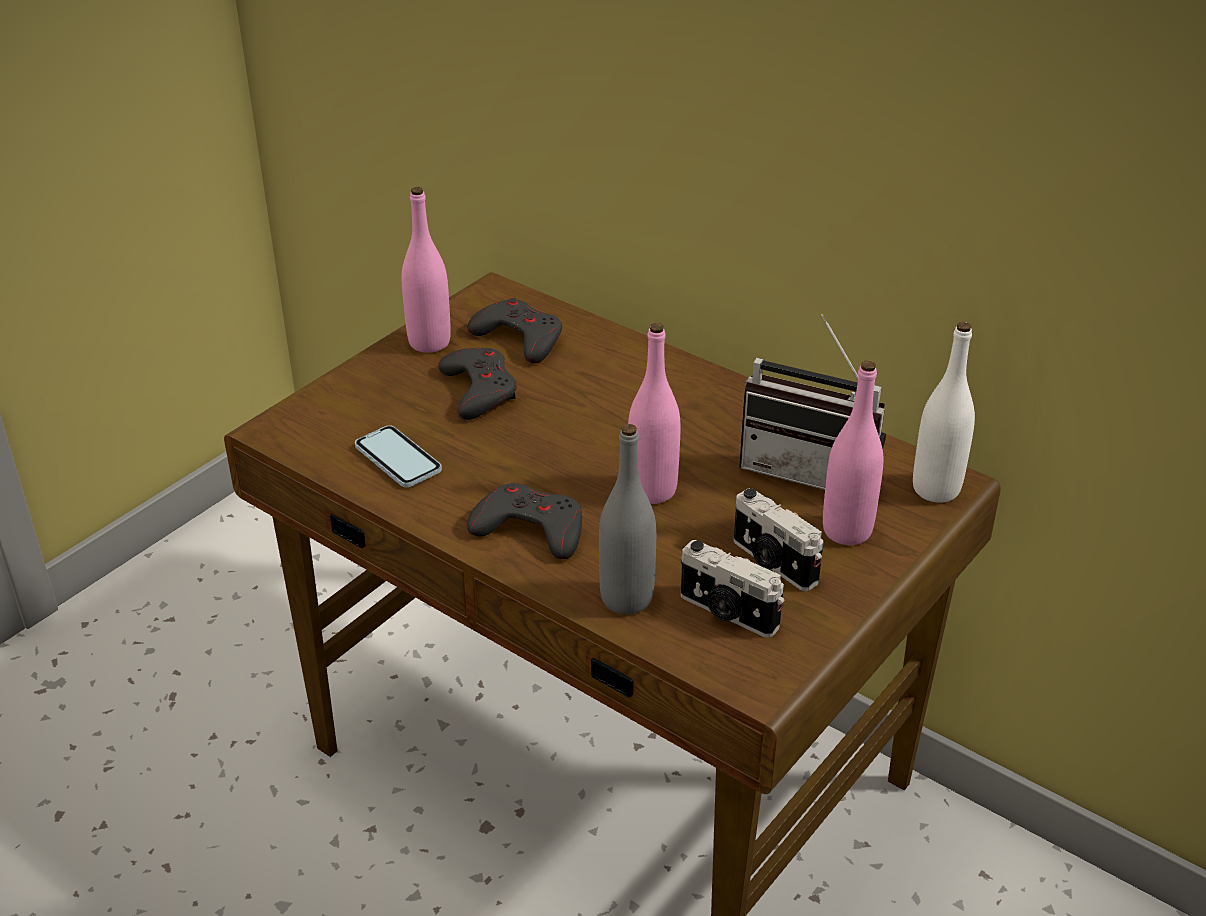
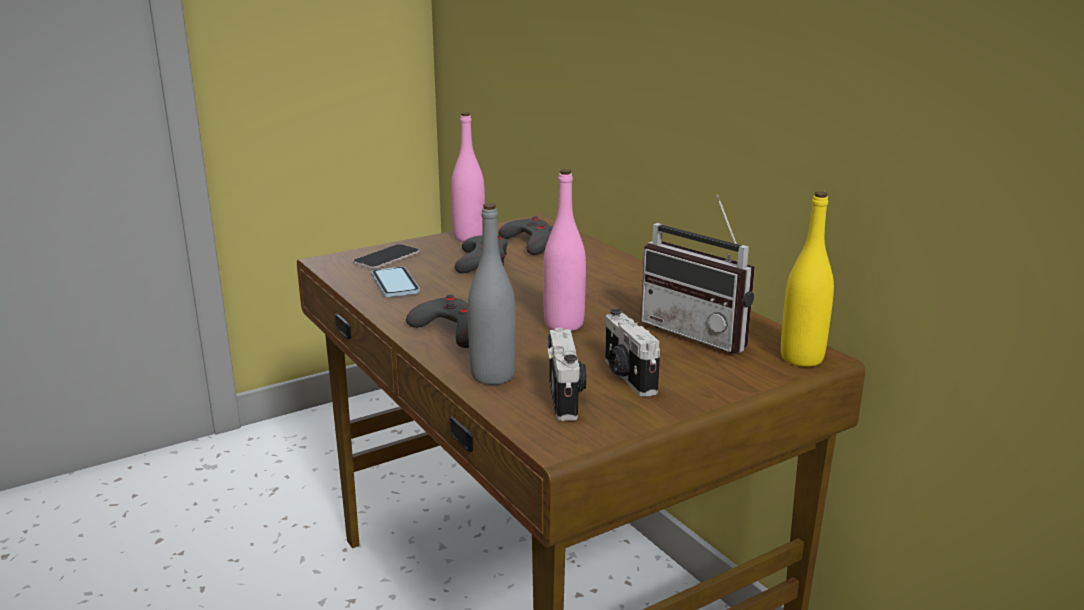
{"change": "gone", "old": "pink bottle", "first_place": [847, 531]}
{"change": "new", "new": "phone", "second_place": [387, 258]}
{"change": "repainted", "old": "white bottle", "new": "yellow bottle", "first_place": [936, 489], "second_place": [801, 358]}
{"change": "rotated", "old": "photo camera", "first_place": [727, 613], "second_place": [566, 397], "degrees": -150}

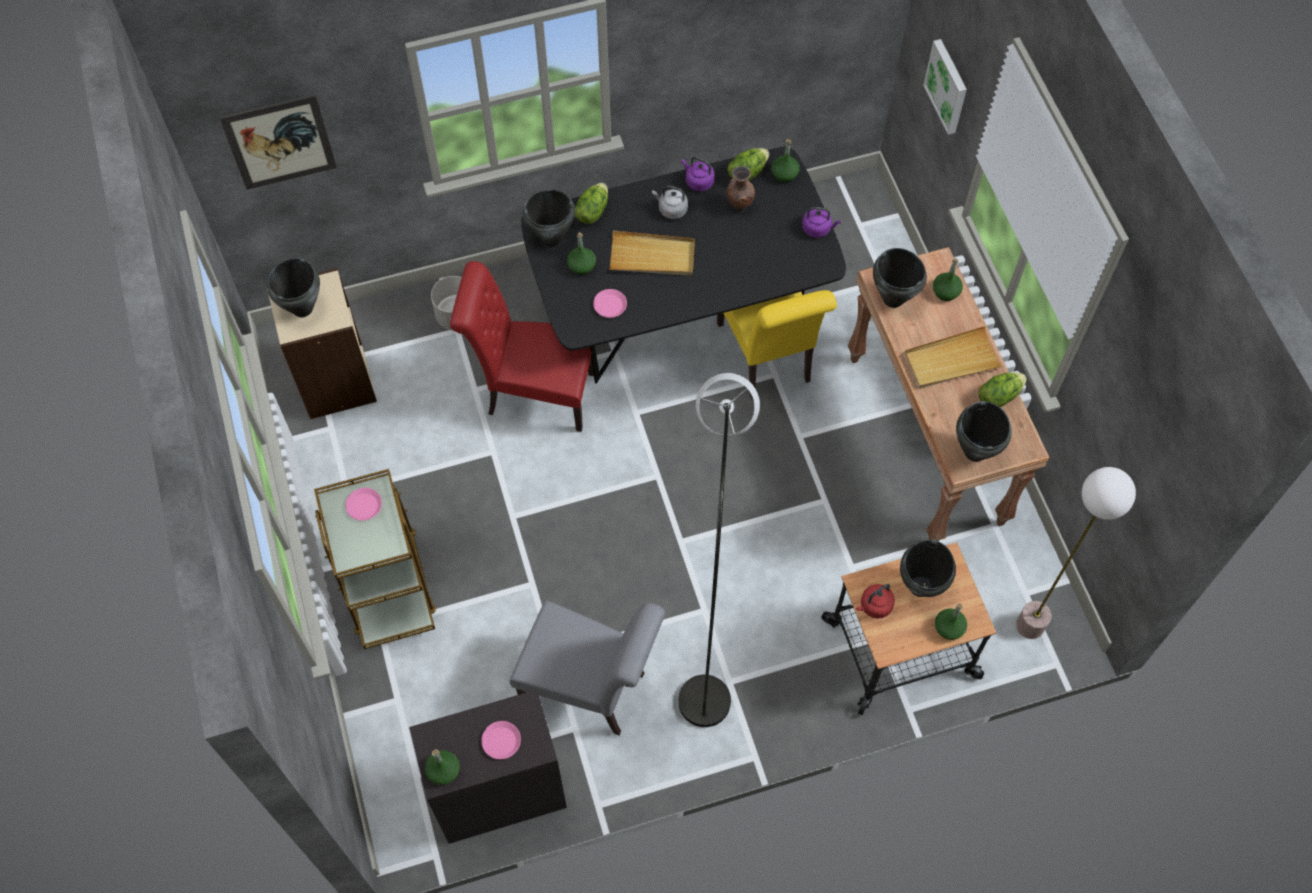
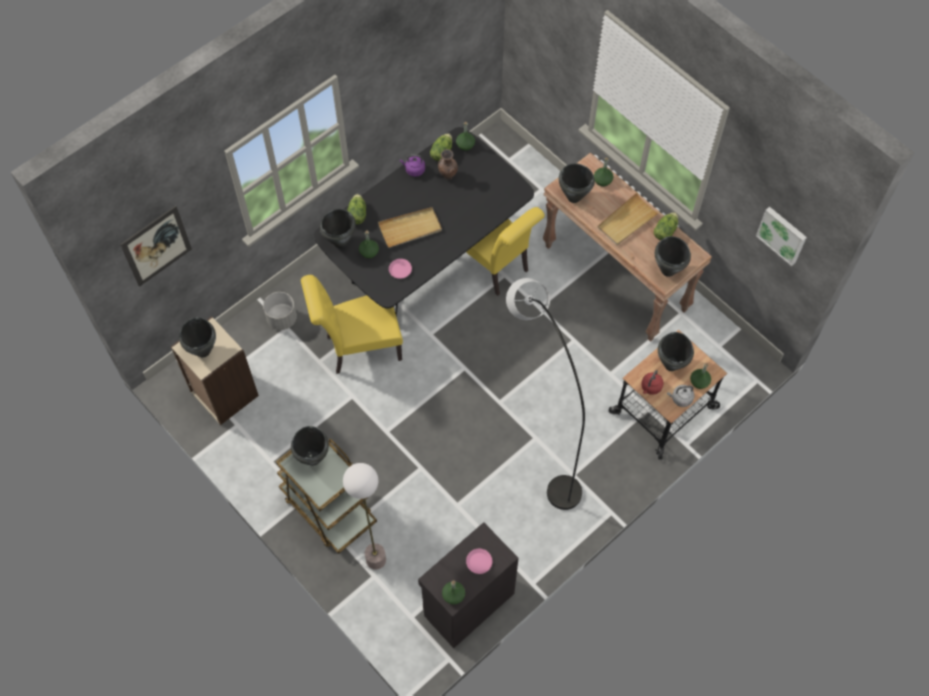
{"change": "gone", "old": "grey chair", "first_place": [591, 689]}
{"change": "gone", "old": "purple kettle", "first_place": [818, 228]}
{"change": "shifted", "old": "grey kettle", "first_place": [671, 209], "second_place": [680, 399]}
{"change": "shifted", "old": "picture", "first_place": [948, 86], "second_place": [782, 234]}
{"change": "shifted", "old": "floor lamp", "first_place": [1030, 625], "second_place": [376, 559]}
{"change": "swapped", "old": "pink plate", "new": "black cooking pot", "first_place": [364, 506], "second_place": [312, 458]}
{"change": "repainted", "old": "red chair", "new": "yellow chair", "first_place": [533, 393], "second_place": [358, 348]}

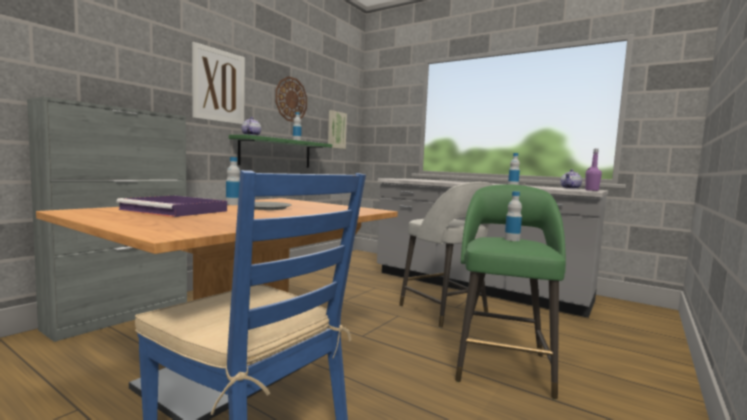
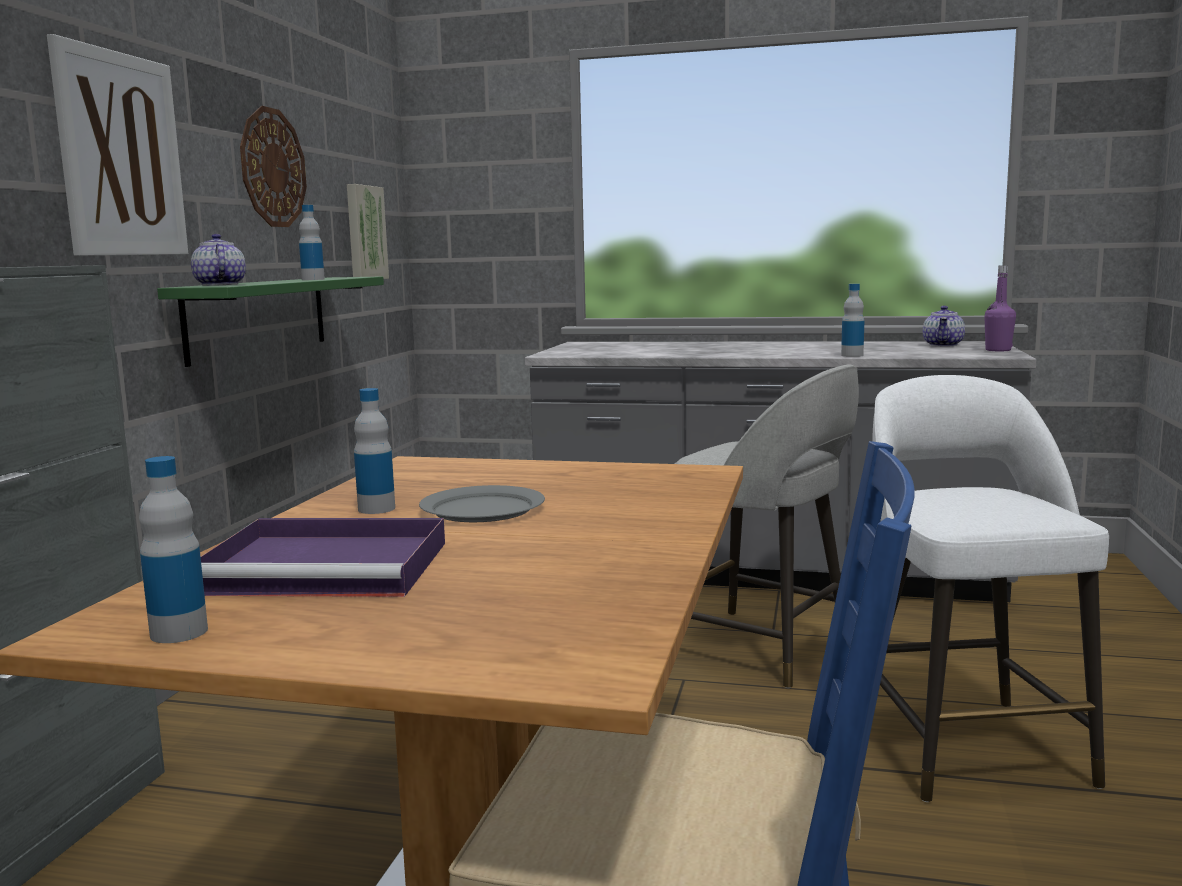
{"change": "shifted", "old": "bottle", "first_place": [512, 239], "second_place": [179, 632]}
{"change": "repainted", "old": "green stool", "new": "white stool", "first_place": [502, 365], "second_place": [966, 744]}

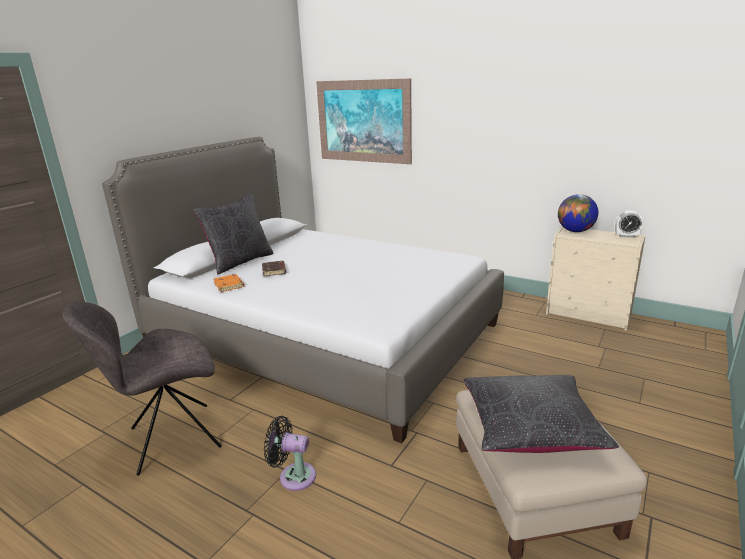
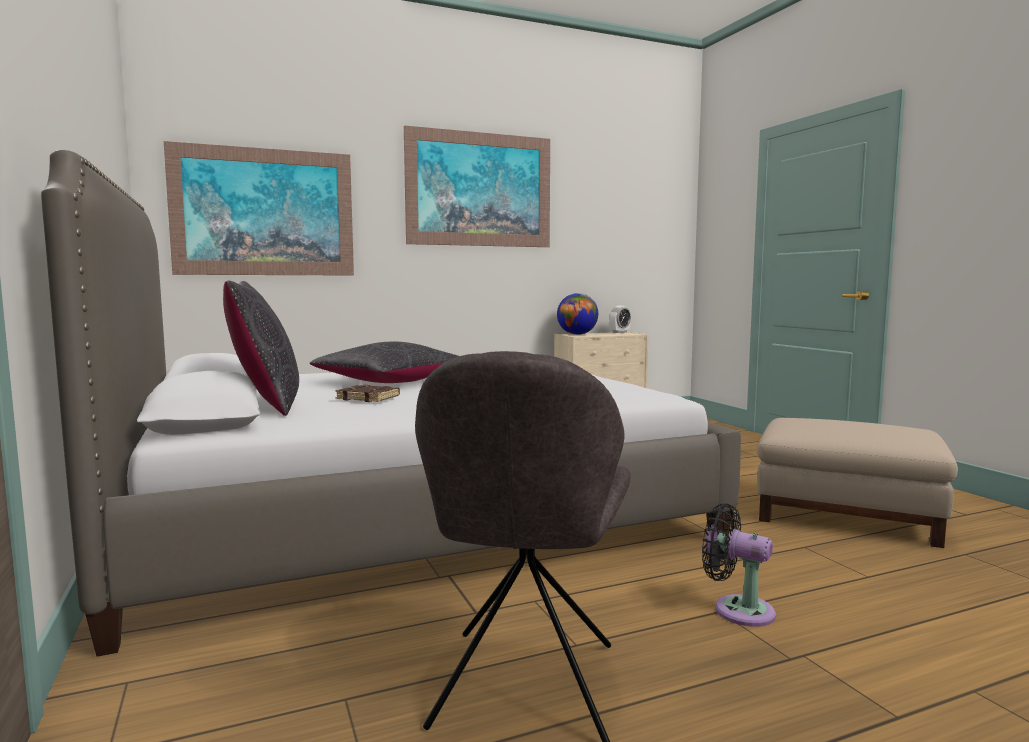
{"change": "gone", "old": "orange book", "first_place": [229, 285]}
{"change": "new", "new": "picture", "second_place": [479, 189]}
{"change": "shifted", "old": "black pillow", "first_place": [530, 427], "second_place": [390, 381]}
{"change": "rotated", "old": "black fan", "first_place": [293, 476], "second_place": [737, 609], "degrees": 75}

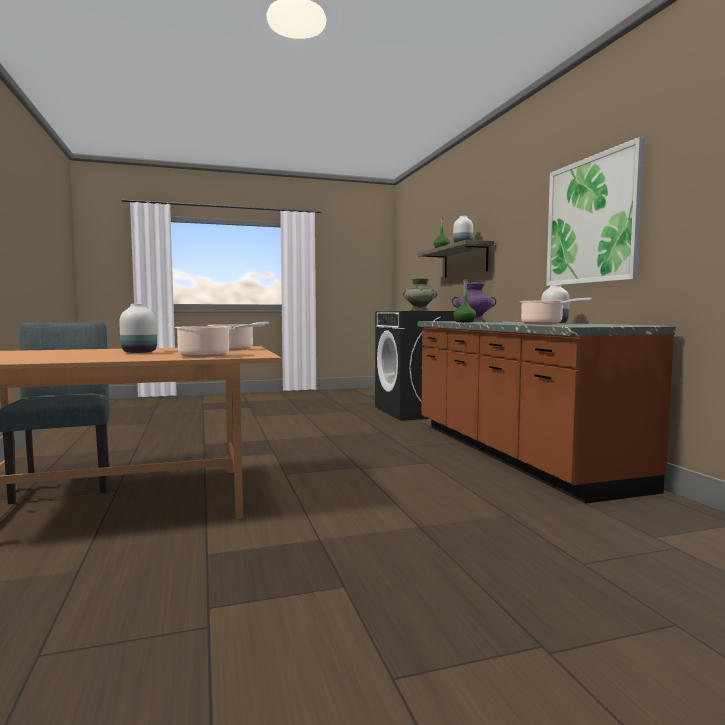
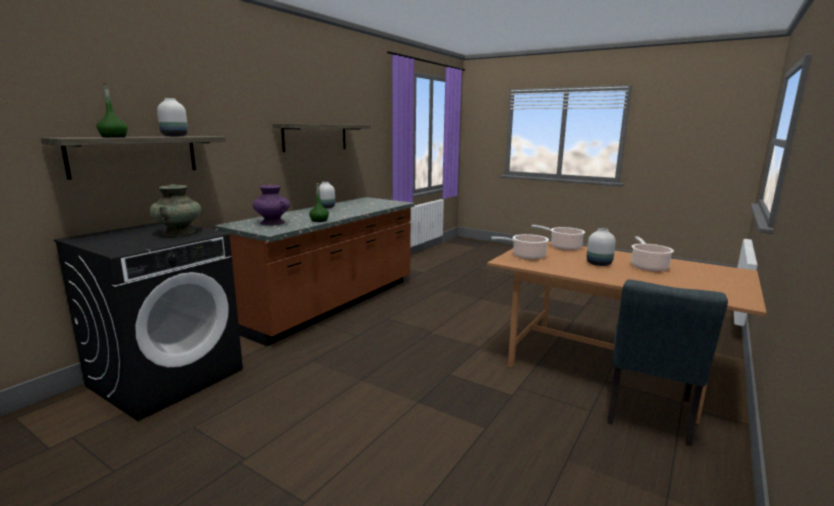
{"change": "shifted", "old": "cooking pot", "first_place": [544, 324], "second_place": [648, 267]}
{"change": "swapped", "old": "picture", "new": "shelf", "first_place": [592, 220], "second_place": [315, 137]}

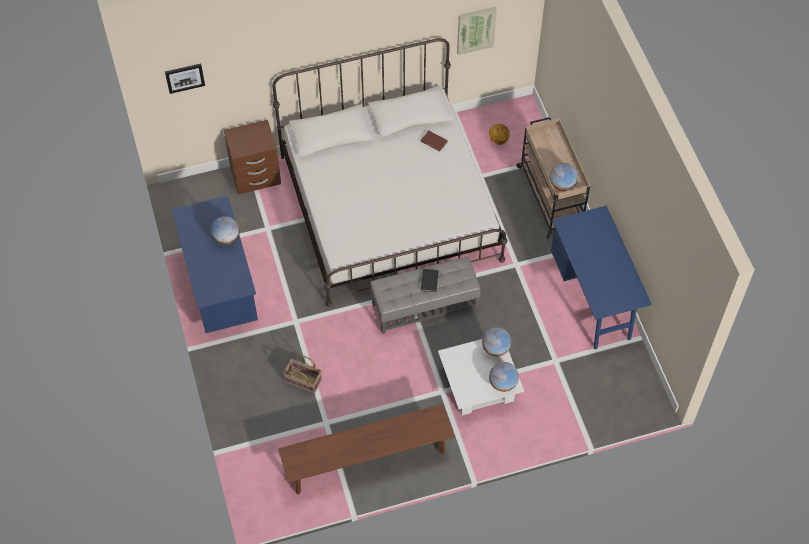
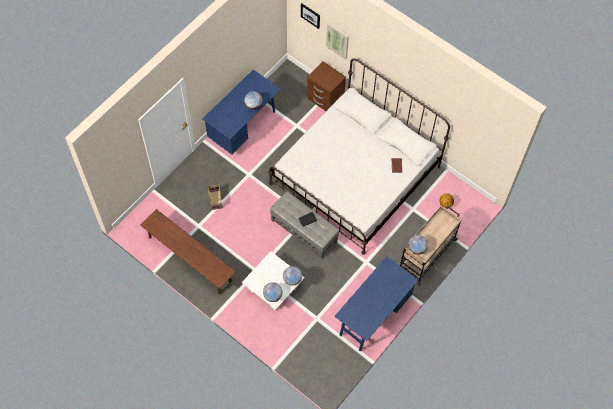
{"change": "shifted", "old": "picture", "first_place": [475, 30], "second_place": [337, 40]}

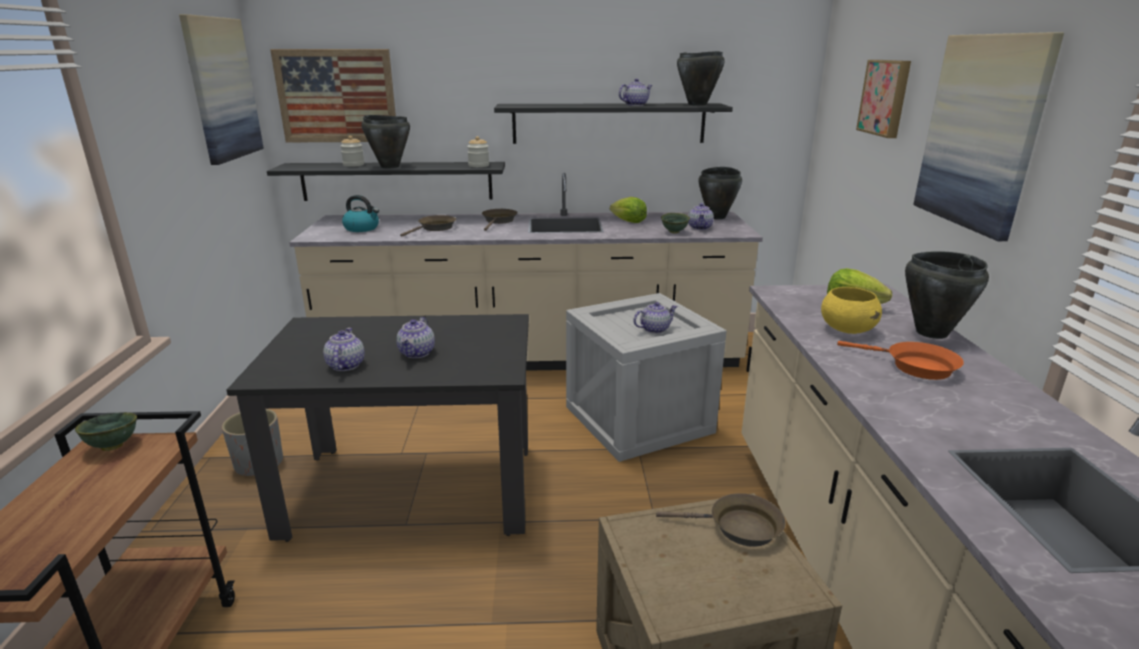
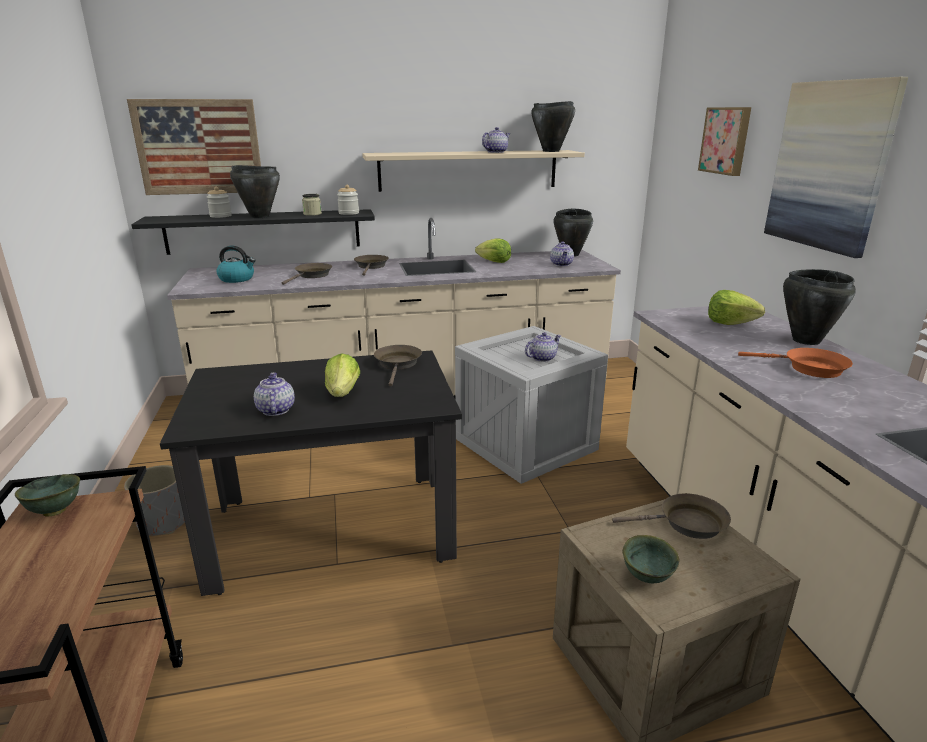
{"change": "gone", "old": "picture", "first_place": [222, 89]}
{"change": "gone", "old": "yellow bowl", "first_place": [847, 330]}
{"change": "new", "new": "jar", "second_place": [312, 214]}
{"change": "new", "new": "brown frying pan", "second_place": [398, 364]}
{"change": "shifted", "old": "green bowl", "first_place": [675, 232], "second_place": [647, 577]}
{"change": "swapped", "old": "teapot", "new": "lettuce", "first_place": [417, 353], "second_place": [342, 393]}
{"change": "repainted", "old": "black shelf", "new": "beige shelf", "first_place": [609, 123], "second_place": [468, 170]}

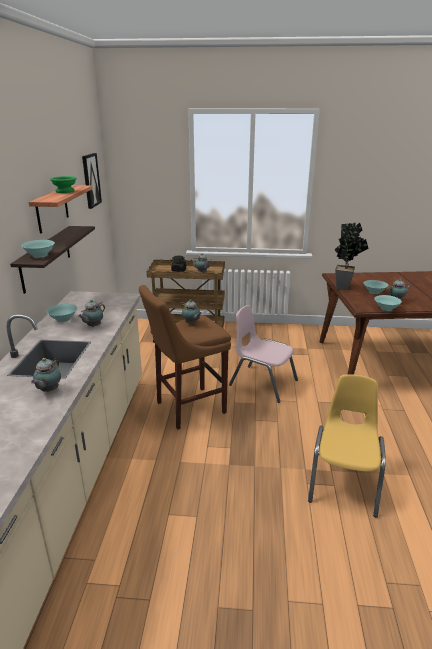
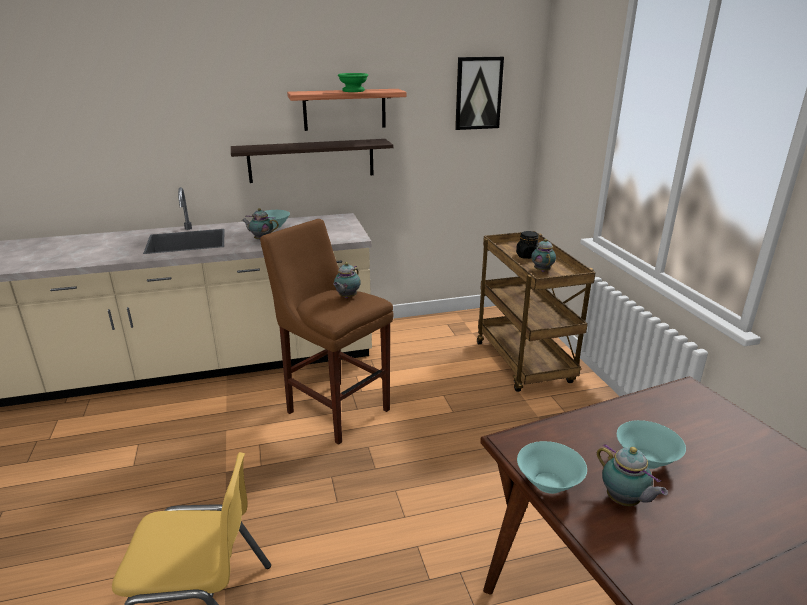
{"change": "gone", "old": "turquoise bowl", "first_place": [39, 255]}
{"change": "gone", "old": "teapot", "first_place": [48, 390]}
{"change": "gone", "old": "pink chair", "first_place": [263, 383]}
{"change": "gone", "old": "potted plant", "first_place": [344, 286]}

